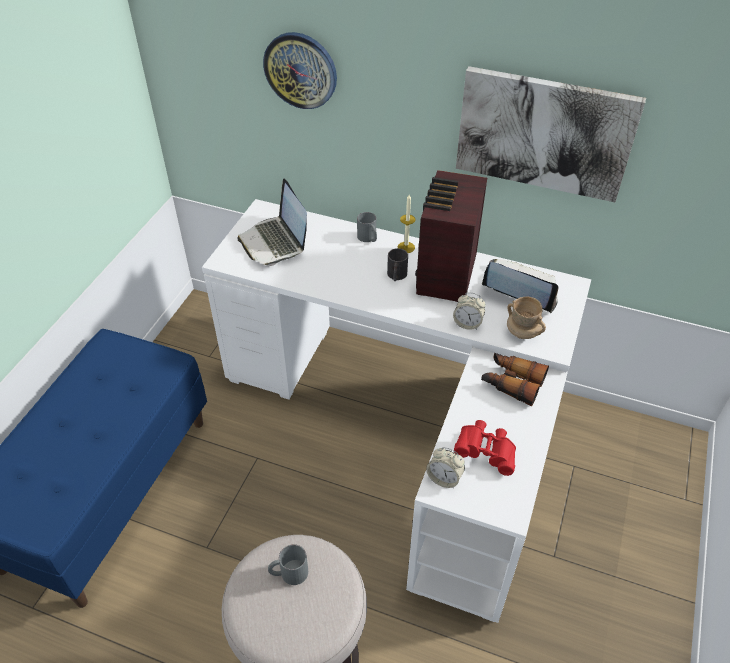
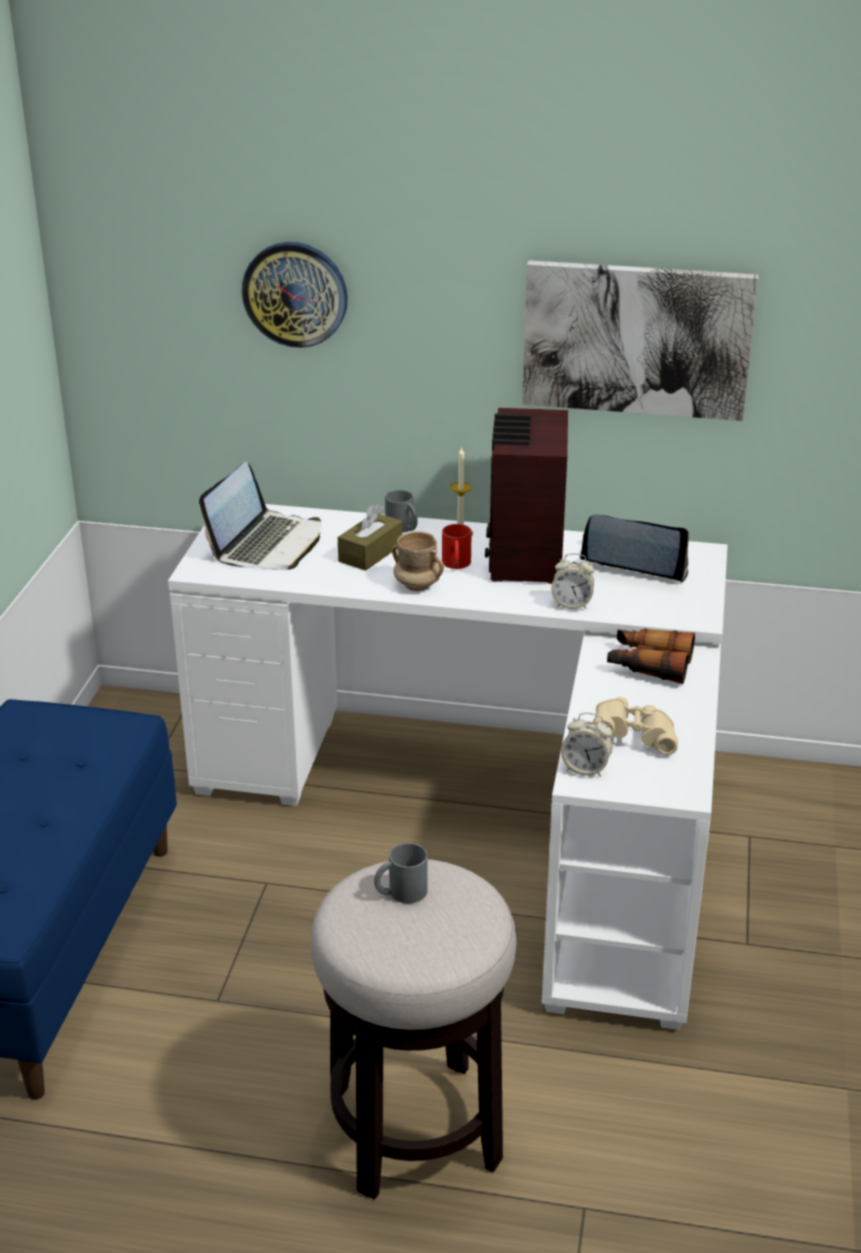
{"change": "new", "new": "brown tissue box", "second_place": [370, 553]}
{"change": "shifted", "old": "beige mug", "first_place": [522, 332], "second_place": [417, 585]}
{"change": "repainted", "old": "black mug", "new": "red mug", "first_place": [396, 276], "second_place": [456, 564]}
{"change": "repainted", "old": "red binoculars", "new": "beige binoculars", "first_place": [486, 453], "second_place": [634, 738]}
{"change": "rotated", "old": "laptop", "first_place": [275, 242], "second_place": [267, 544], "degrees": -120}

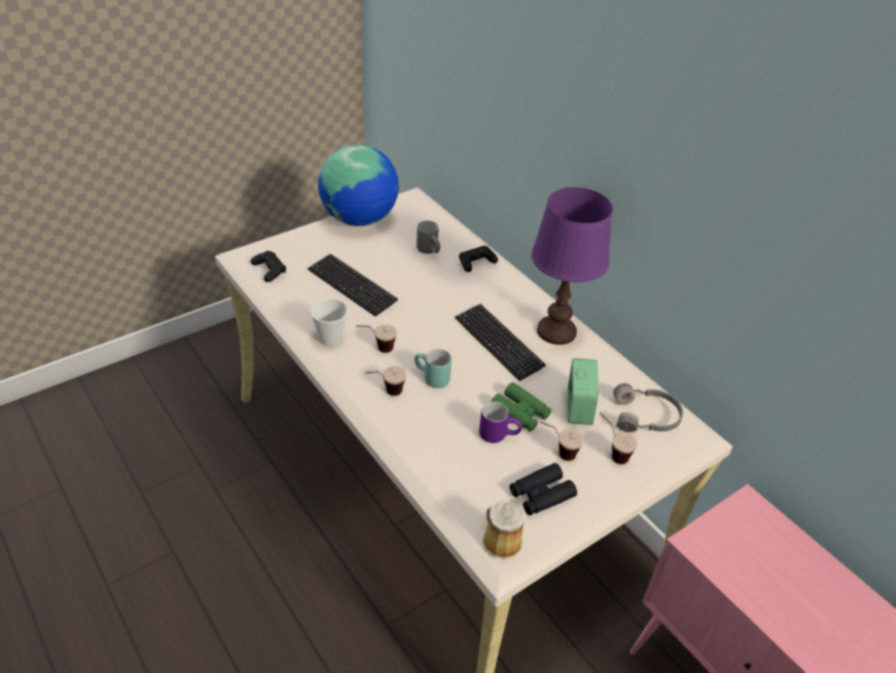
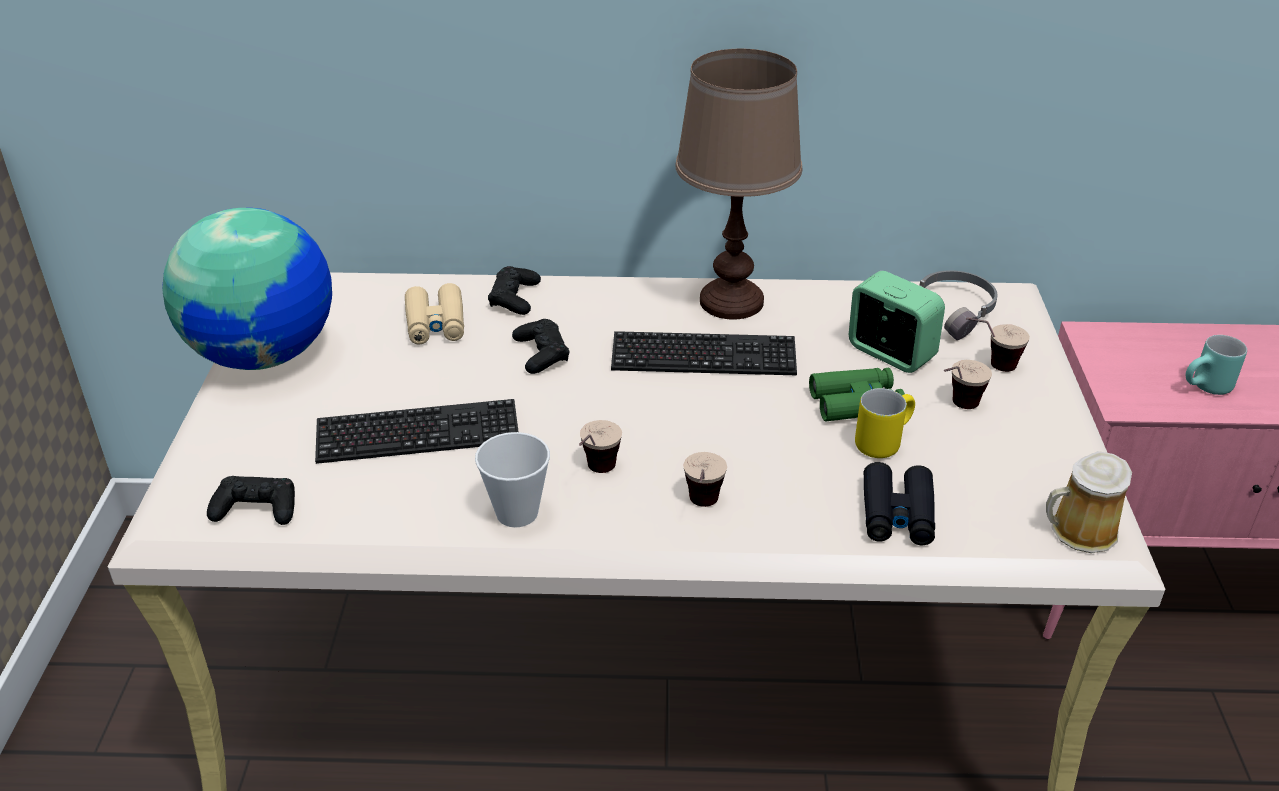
{"change": "new", "new": "black game controller", "second_place": [541, 353]}
{"change": "shifted", "old": "turquoise mug", "first_place": [431, 379], "second_place": [1207, 389]}
{"change": "shifted", "old": "black binoculars", "first_place": [541, 494], "second_place": [897, 514]}
{"change": "swapped", "old": "grey mug", "new": "beige binoculars", "first_place": [430, 251], "second_place": [435, 324]}
{"change": "repainted", "old": "purple mug", "new": "yellow mug", "first_place": [499, 434], "second_place": [881, 440]}
{"change": "repainted", "old": "purple table lamp", "new": "brown table lamp", "first_place": [557, 332], "second_place": [732, 301]}

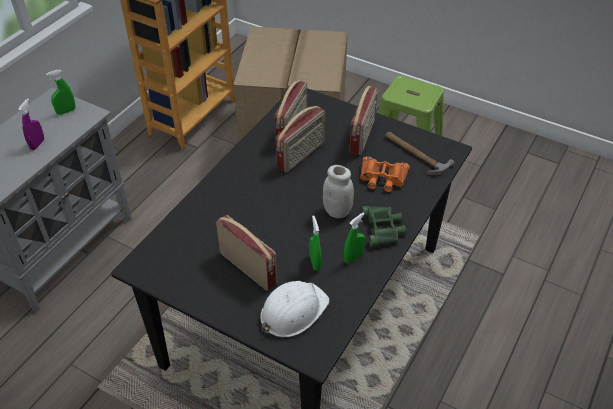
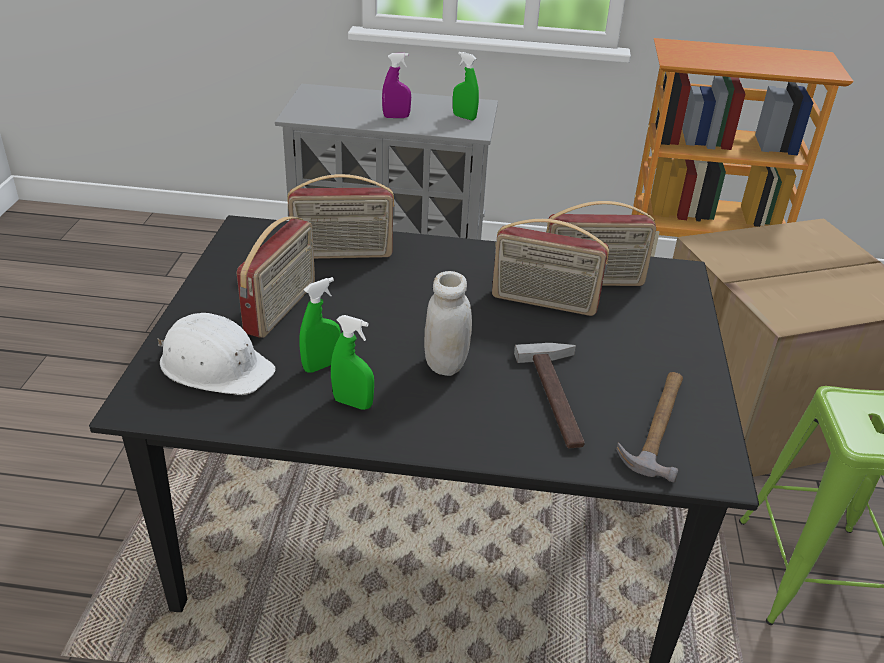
{"change": "gone", "old": "green binoculars", "first_place": [383, 228]}
{"change": "shifted", "old": "radio", "first_place": [363, 136], "second_place": [342, 254]}
{"change": "swapped", "old": "orange binoculars", "new": "hammer", "first_place": [382, 178], "second_place": [561, 397]}

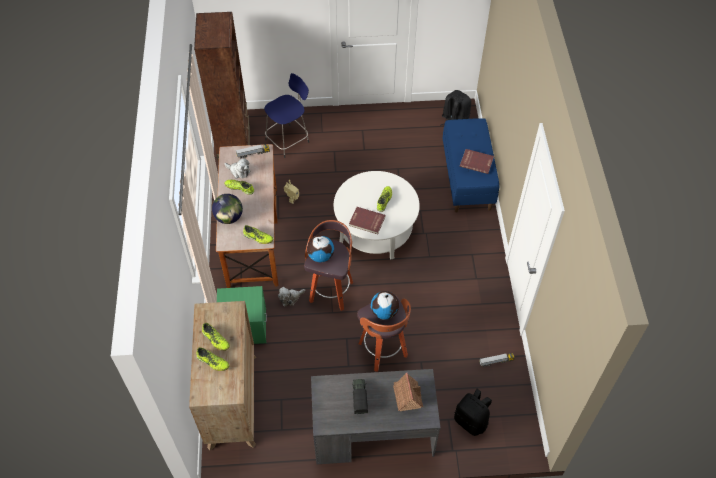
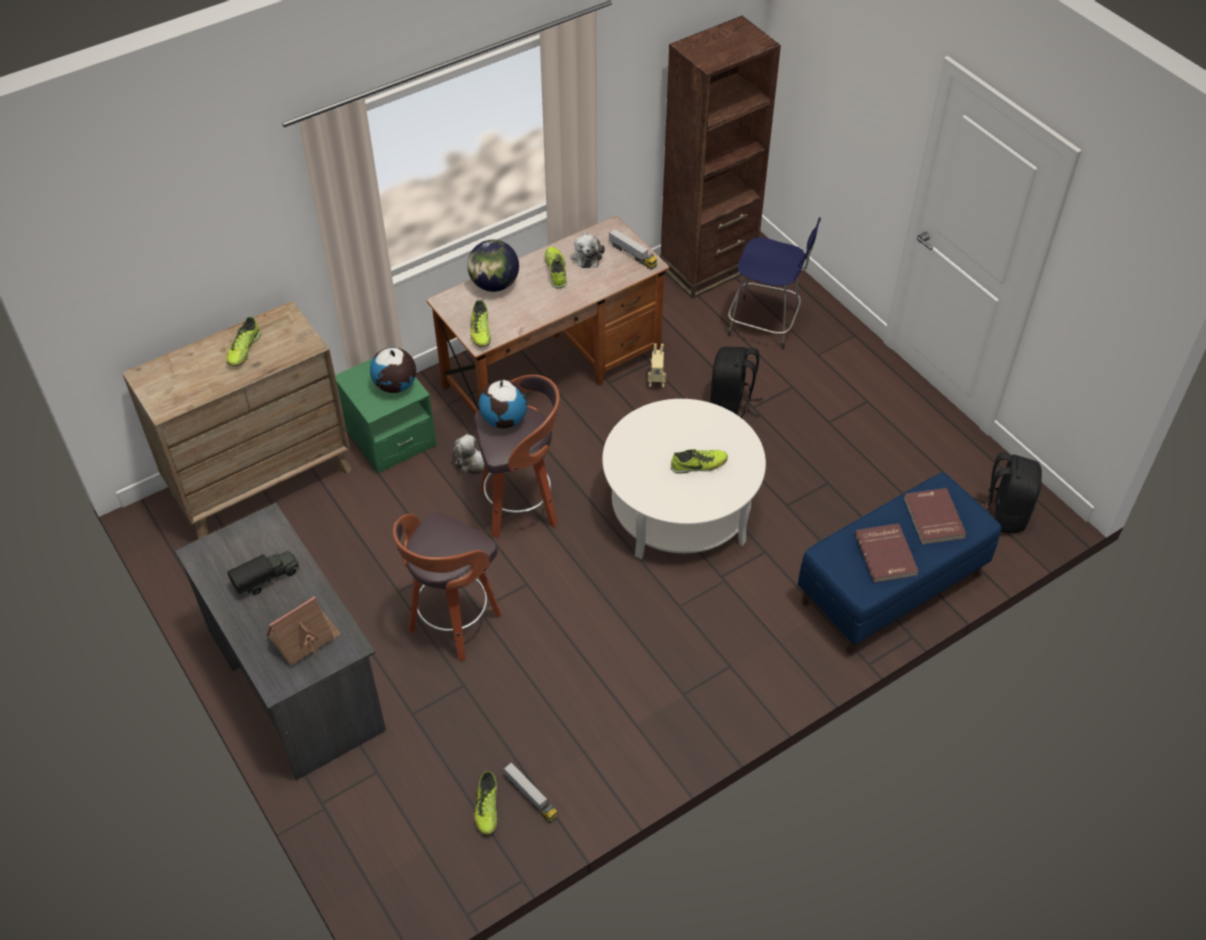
{"change": "shifted", "old": "shoe", "first_place": [213, 362], "second_place": [487, 808]}
{"change": "shifted", "old": "red book", "first_place": [366, 221], "second_place": [932, 518]}
{"change": "shifted", "old": "globe", "first_place": [384, 312], "second_place": [395, 386]}
{"change": "shifted", "old": "black backpack", "first_place": [471, 421], "second_place": [732, 405]}

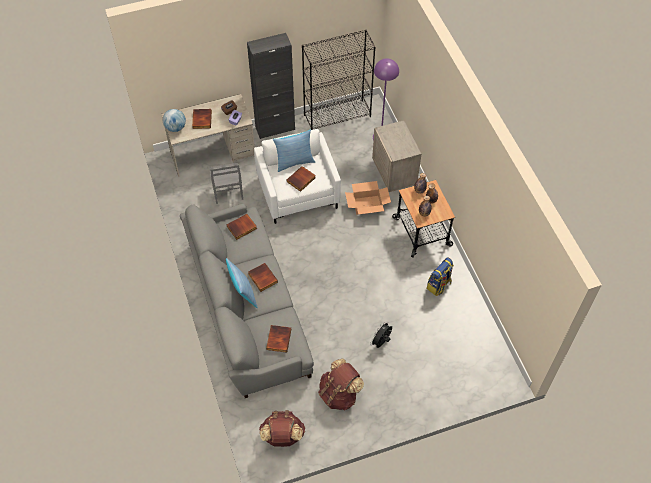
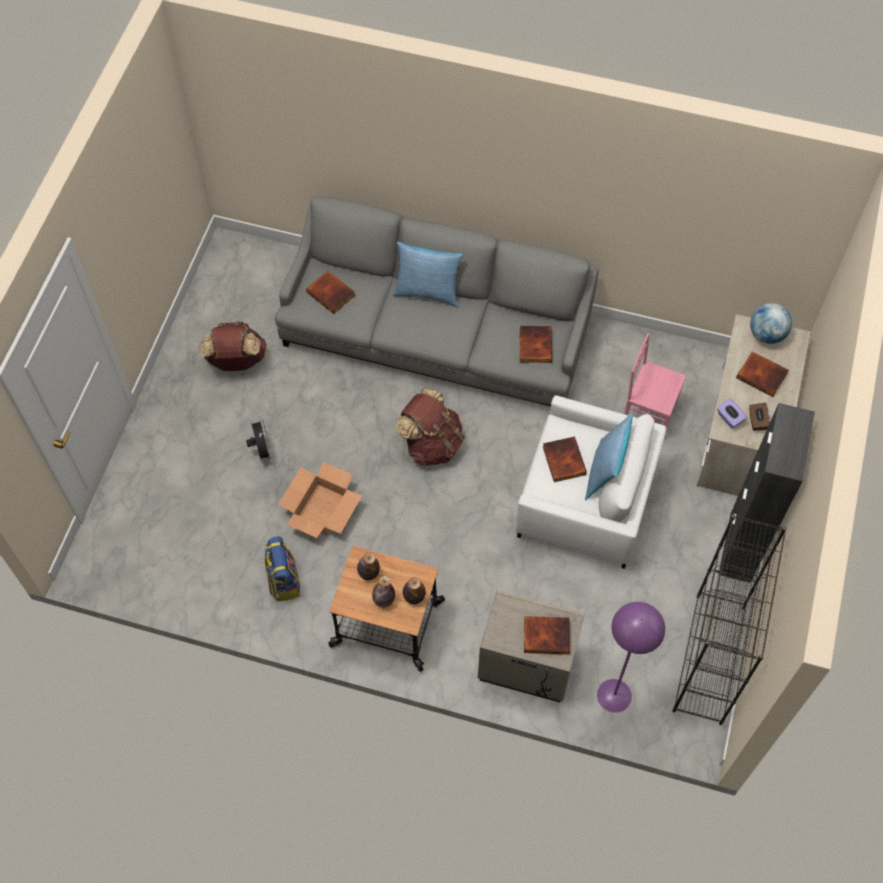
{"change": "shifted", "old": "book", "first_place": [262, 278], "second_place": [547, 635]}
{"change": "shifted", "old": "brown backpack", "first_place": [282, 436], "second_place": [432, 444]}
{"change": "shifted", "old": "cardboard box", "first_place": [367, 205], "second_place": [322, 509]}
{"change": "repainted", "old": "grey chair", "new": "pink chair", "first_place": [227, 193], "second_place": [649, 412]}

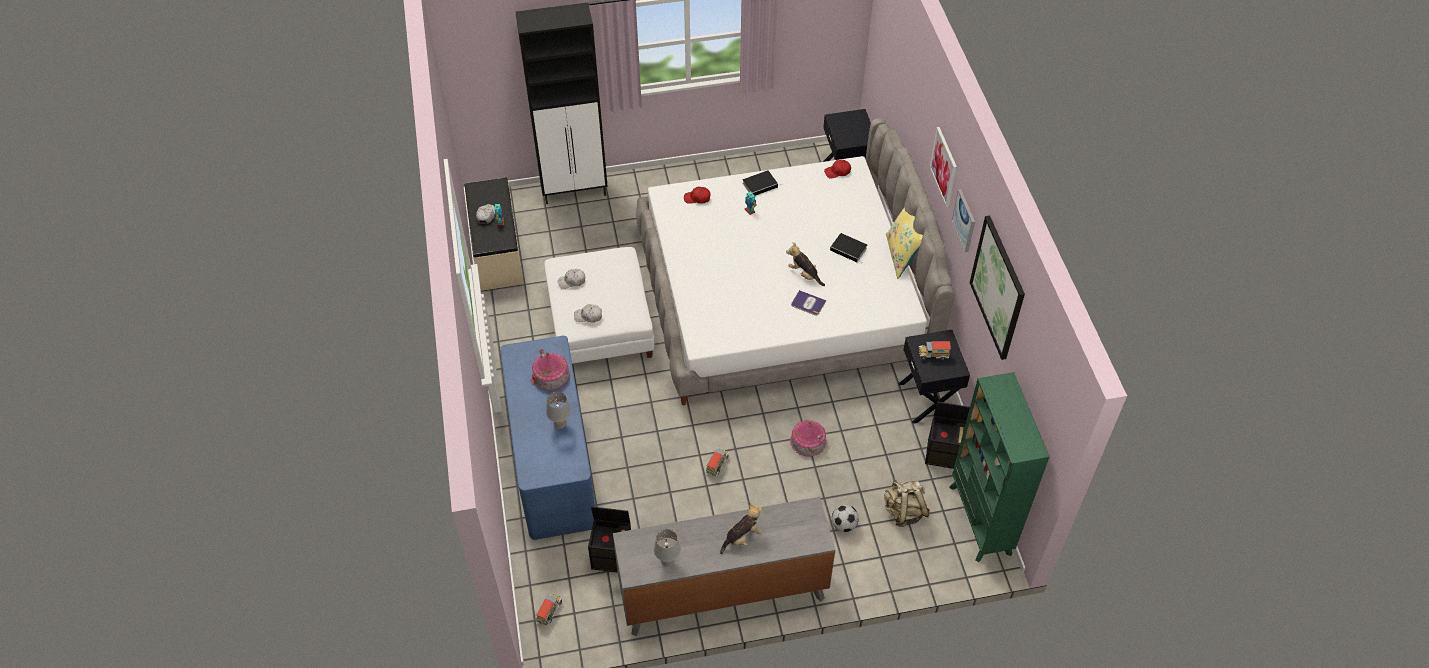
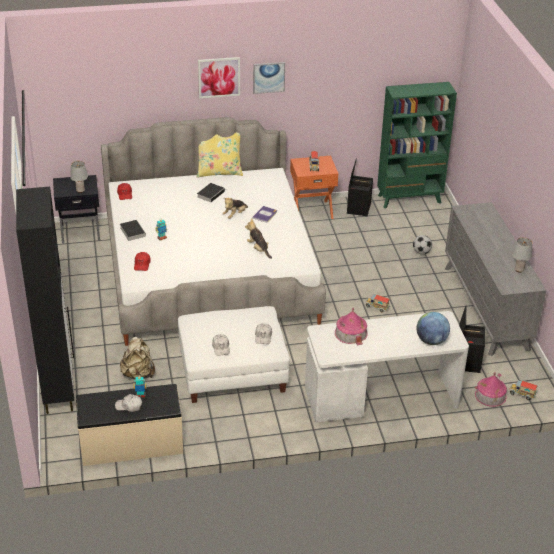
{"change": "gone", "old": "picture", "first_place": [998, 287]}
{"change": "new", "new": "globe", "second_place": [431, 341]}
{"change": "shifted", "old": "grey table lamp", "first_place": [560, 424], "second_place": [80, 190]}
{"change": "shifted", "old": "plush toy", "first_place": [742, 537], "second_place": [258, 249]}
{"change": "shifted", "old": "toy house", "first_place": [808, 441], "second_place": [490, 395]}
{"change": "shifted", "old": "beige backpack", "first_place": [904, 511], "second_place": [138, 374]}
{"change": "repainted", "old": "blue desk", "new": "white desk", "first_place": [552, 461], "second_place": [381, 397]}
{"change": "repainted", "old": "black nightstand", "new": "orange nightstand", "first_place": [929, 399], "second_place": [312, 210]}

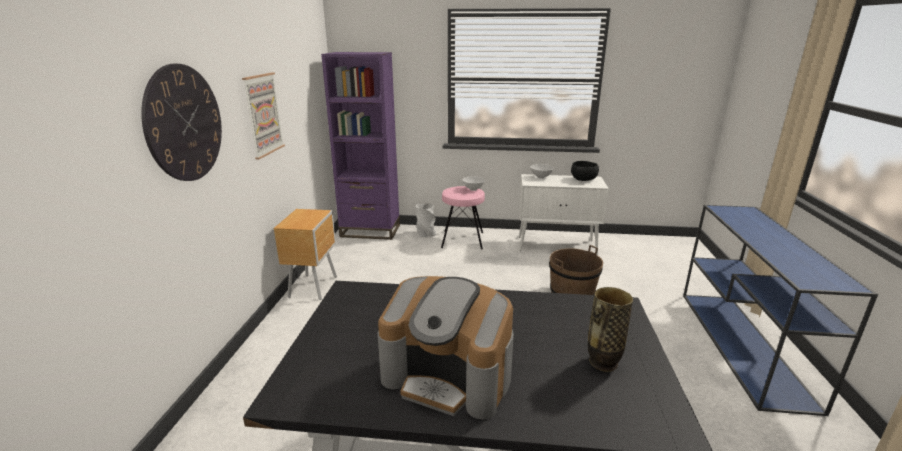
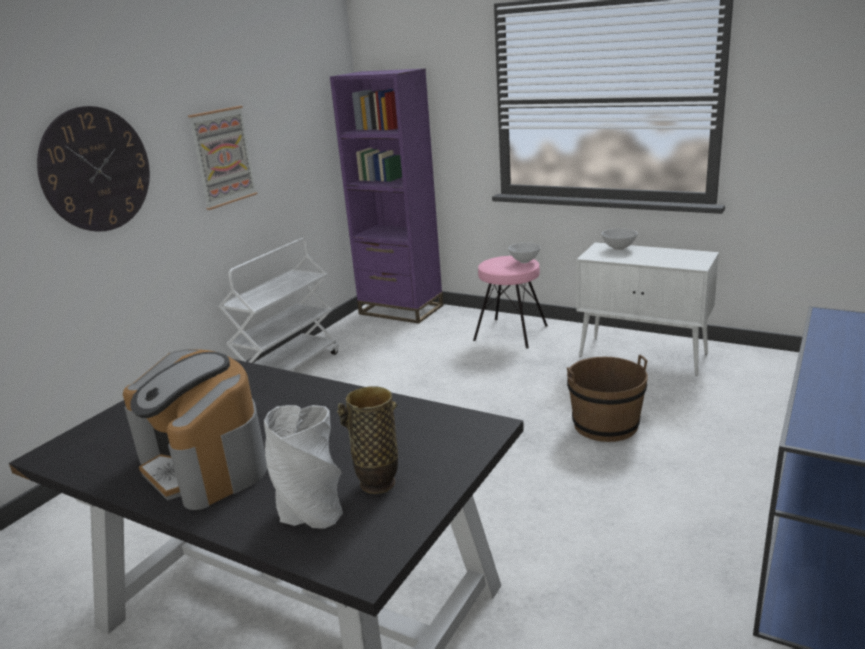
{"change": "gone", "old": "black bowl", "first_place": [584, 179]}
{"change": "shifted", "old": "grey vase", "first_place": [426, 233], "second_place": [310, 509]}
{"change": "swapped", "old": "brown nightstand", "new": "white cart", "first_place": [314, 286], "second_place": [288, 370]}

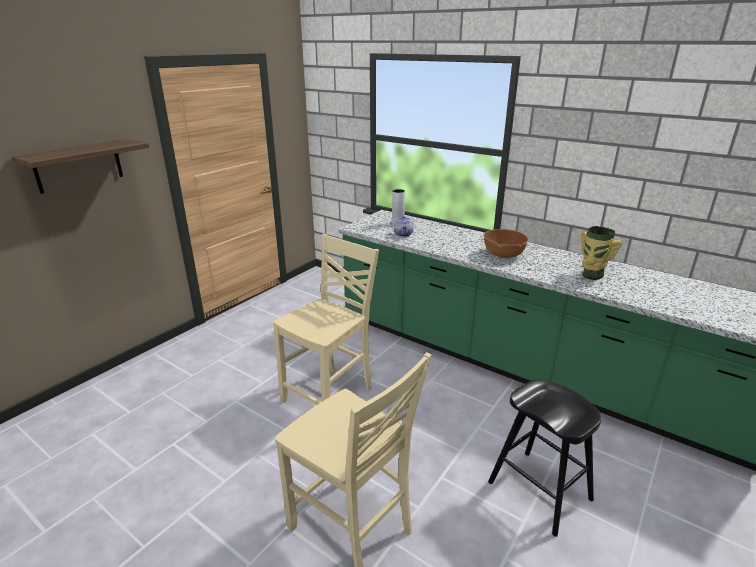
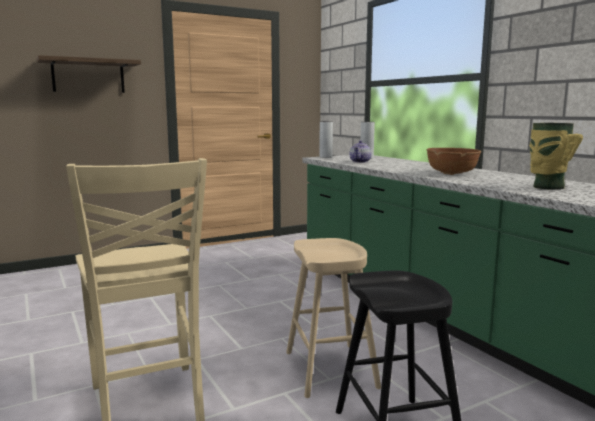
{"change": "gone", "old": "beige chair", "first_place": [330, 395]}
{"change": "new", "new": "beige stool", "second_place": [330, 369]}
{"change": "new", "new": "grey vase", "second_place": [325, 157]}

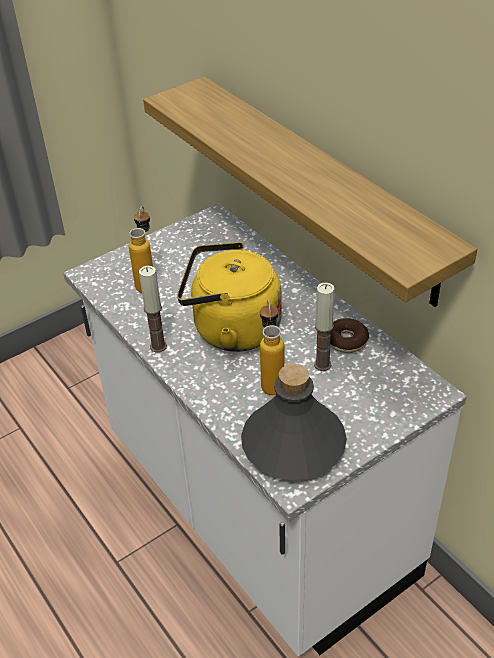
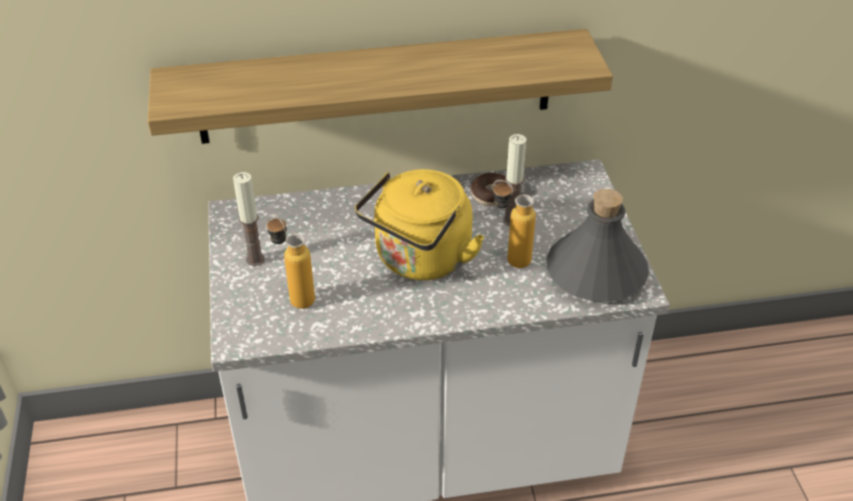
{"change": "shifted", "old": "candle", "first_place": [158, 346], "second_place": [255, 259]}

